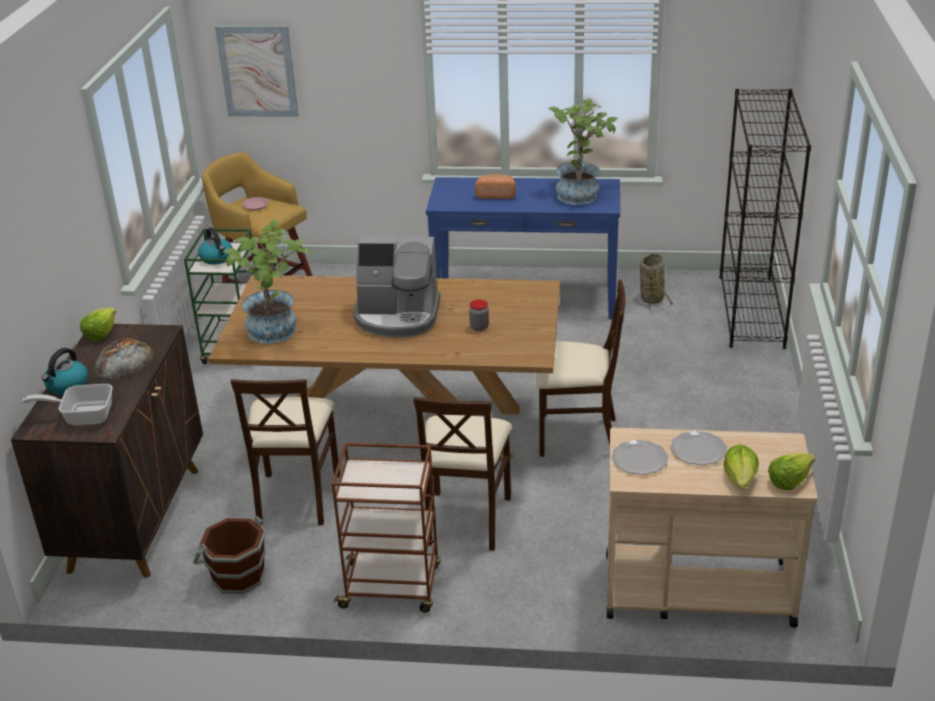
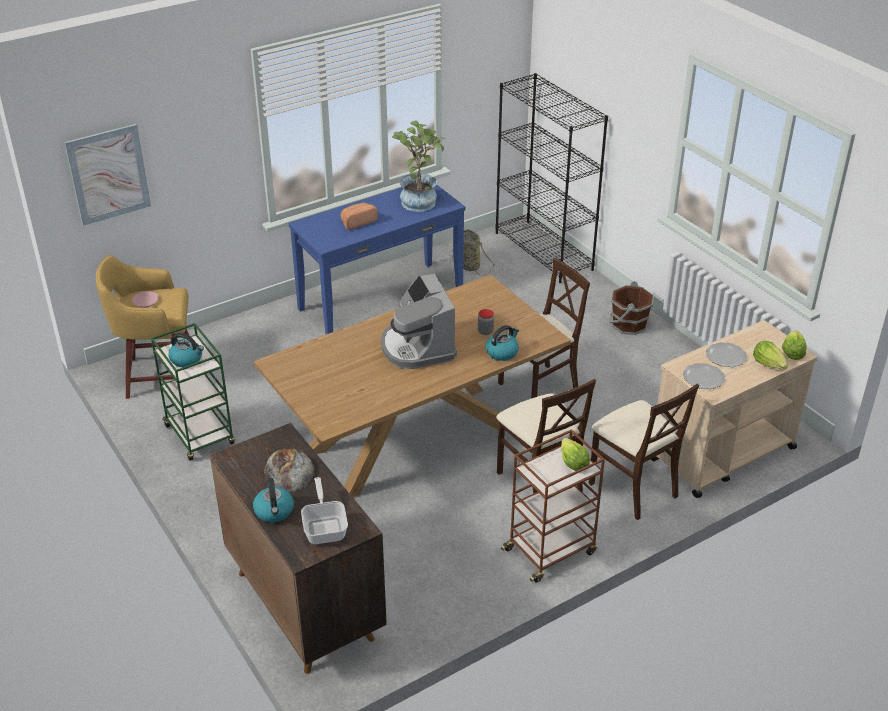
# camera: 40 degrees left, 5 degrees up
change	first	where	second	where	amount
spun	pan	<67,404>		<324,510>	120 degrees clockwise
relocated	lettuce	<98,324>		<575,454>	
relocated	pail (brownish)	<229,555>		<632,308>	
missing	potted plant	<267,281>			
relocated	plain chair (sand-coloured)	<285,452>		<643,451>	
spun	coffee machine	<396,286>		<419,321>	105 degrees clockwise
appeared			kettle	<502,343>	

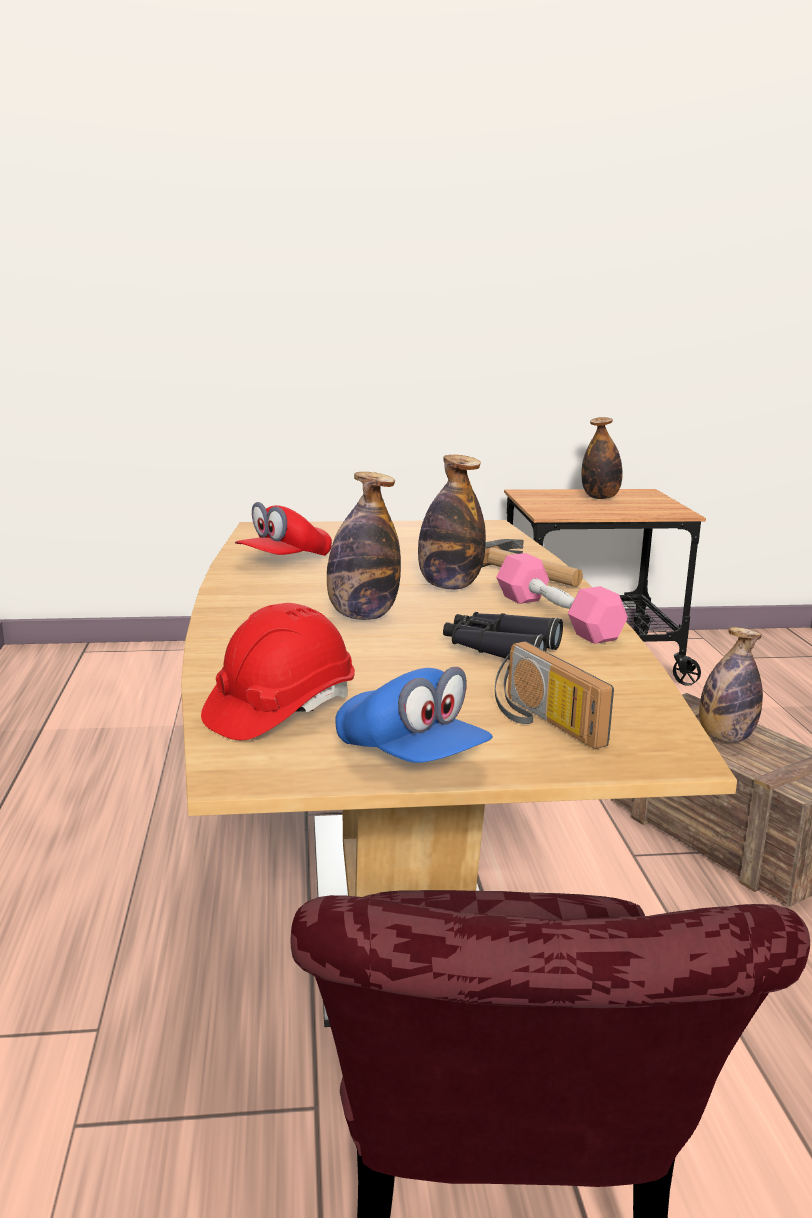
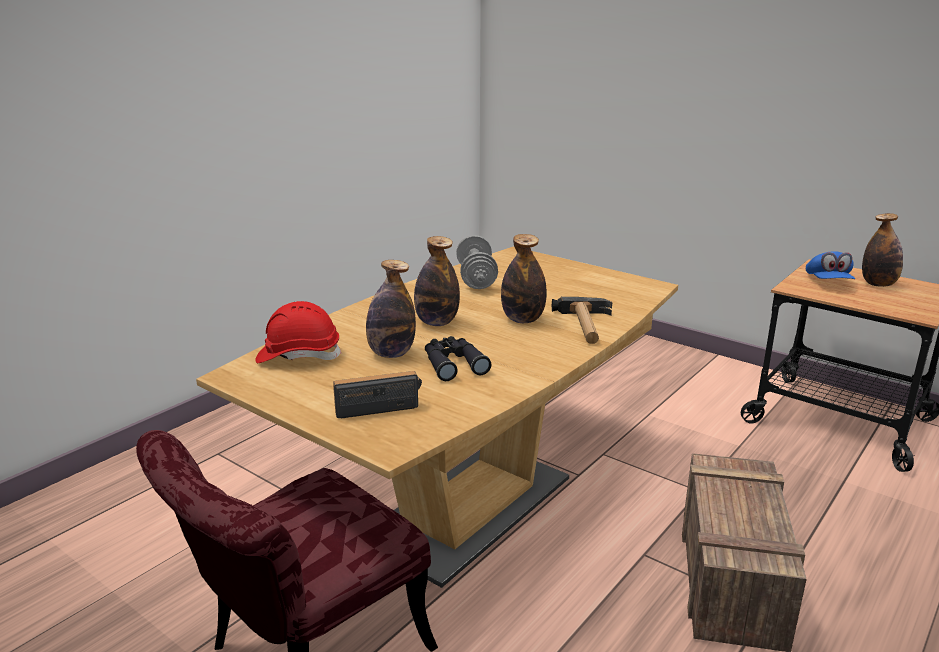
# camera: 45 degrees right, 5 degrees up
change	first	where	second	where	amount
exchanged	baseball cap (reddish)	<283,529>	free weight (greyish)	<477,262>	
relocated	baseball cap (blue)	<414,715>		<830,265>	
spun	radio set	<554,695>		<377,395>	60 degrees clockwise
missing	free weight (pinkish)	<562,598>			
relocated	drink bottle	<731,685>		<391,309>	

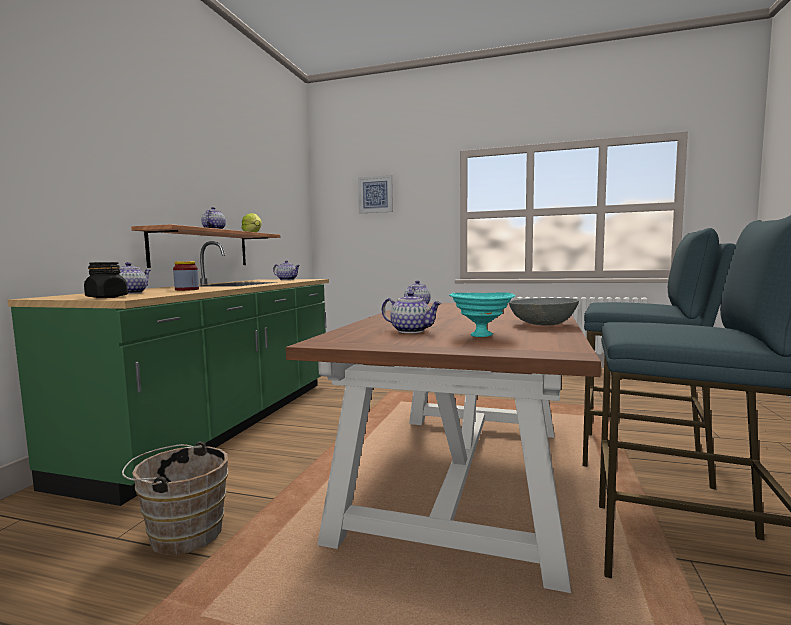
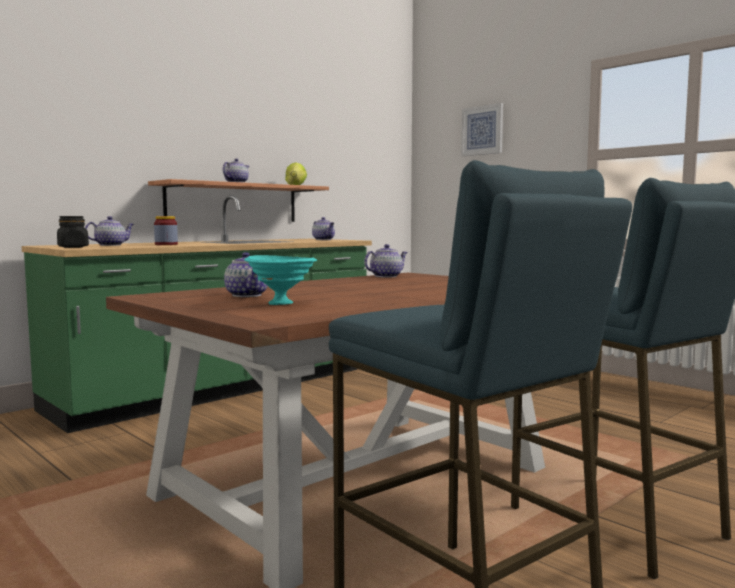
# camera: 30 degrees right, 0 degrees up
change	first	where	second	where	amount
missing	pail (brownish)	<175,498>			
missing	serving bowl (greyish)	<544,312>			

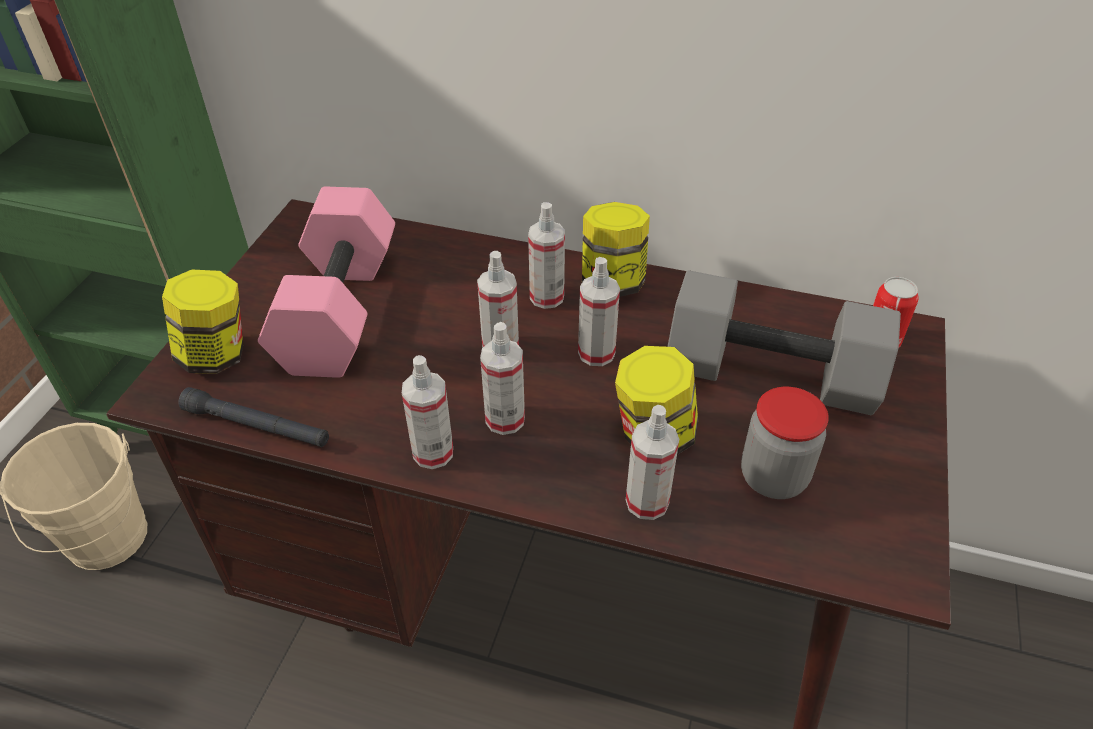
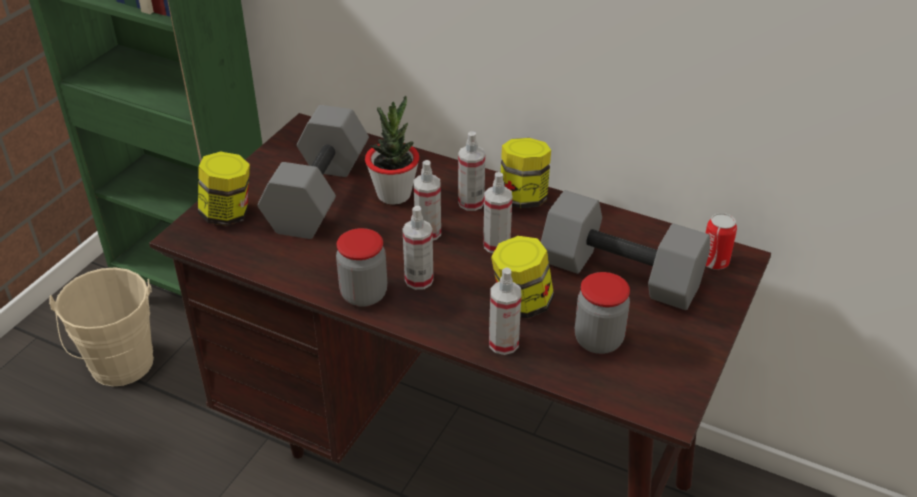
# camera: 10 degrees right, 5 degrees down
change	first	where	second	where	amount
missing	flashlight (black)	<253,417>			
colour	free weight (pinkish)	<326,282>	free weight (greyish)	<313,172>	
exchanged	spray bottle	<427,412>	jar	<361,267>	
appeared			potted plant	<392,150>	

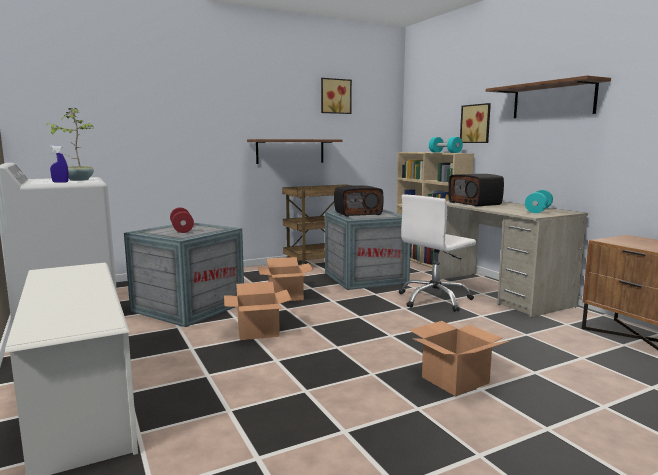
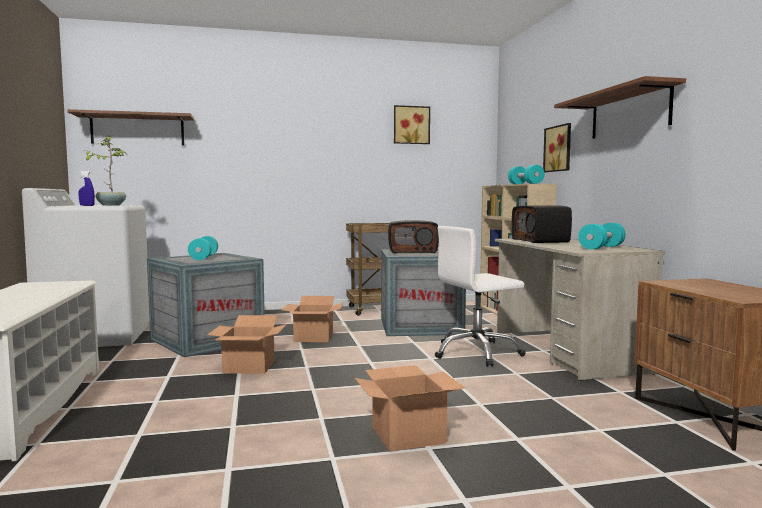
# camera: 15 degrees right, 5 degrees down
change	first	where	second	where	amount
colour	free weight (reddish)	<182,220>	free weight (turquoise-coloured)	<203,248>	
relocated	shelf	<294,151>		<130,127>	

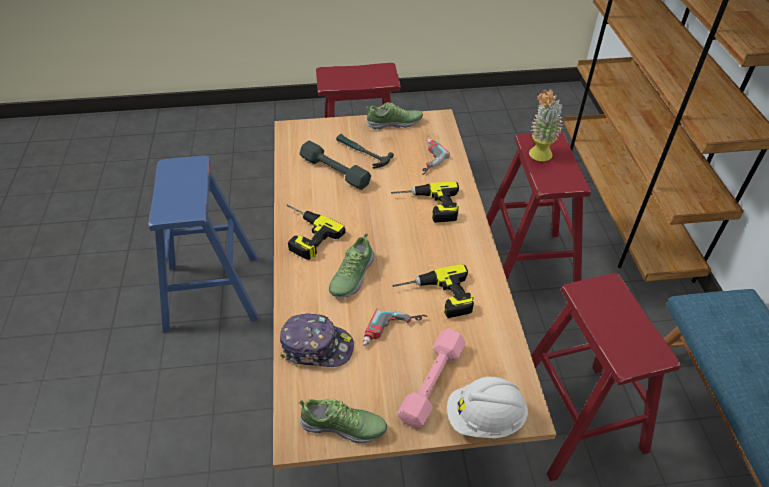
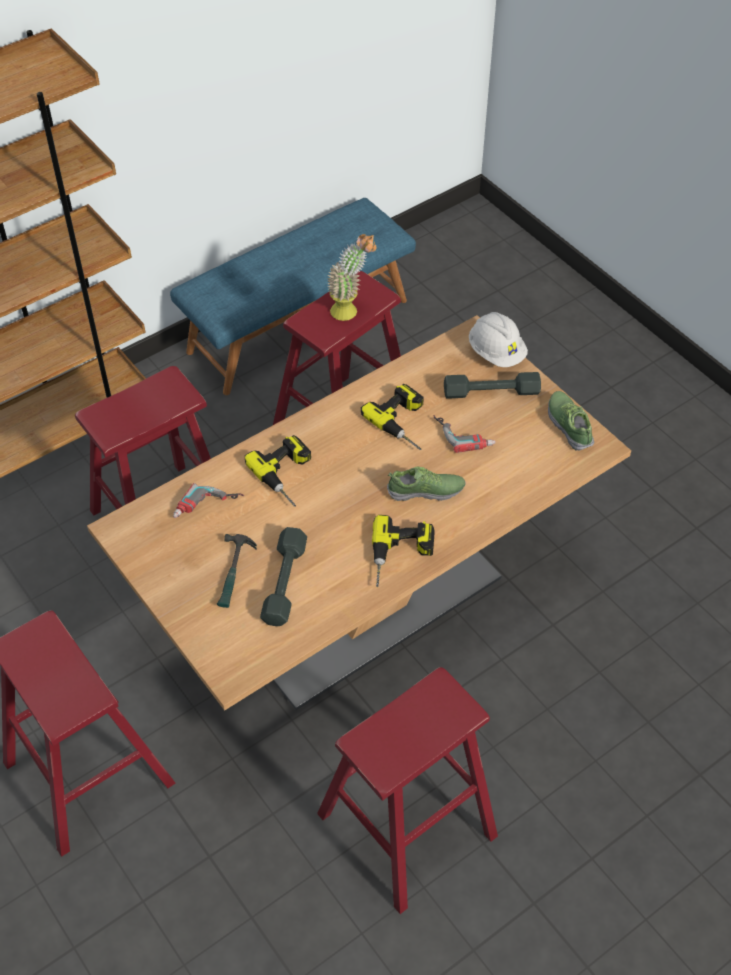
# camera: 120 degrees left, 5 degrees up
change	first	where	second	where	amount
colour	sitting stool (blue)	<203,244>	sitting stool (reddish)	<407,790>	
missing	baseball cap	<317,340>			
missing	item of footwear	<394,116>			
colour	free weight (pinkish)	<431,378>	free weight (greyish)	<492,385>	
relocated	potted plant	<546,125>		<351,277>	

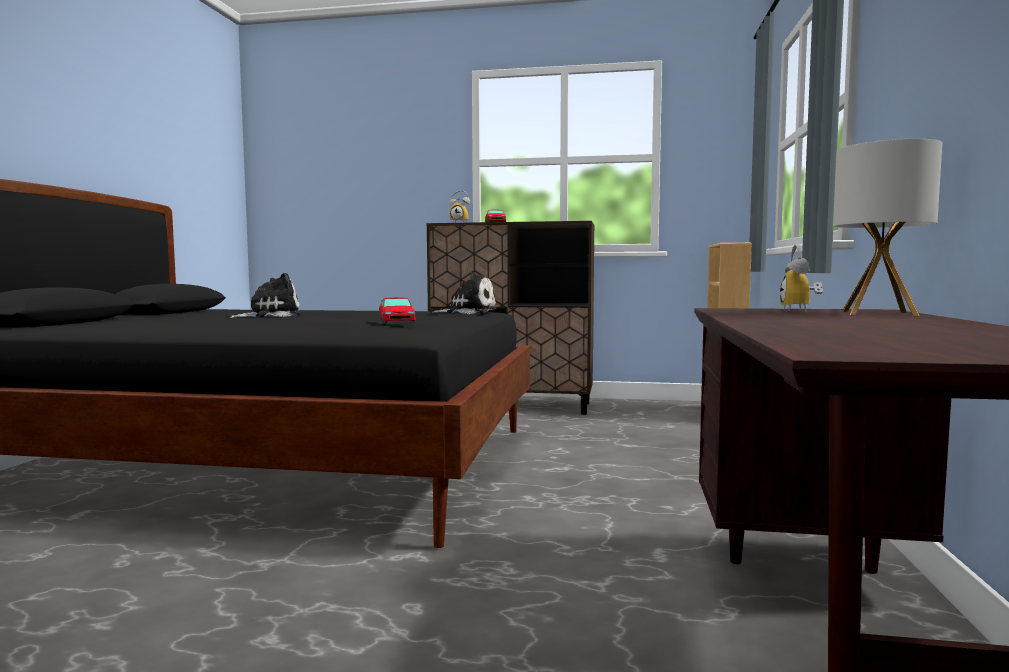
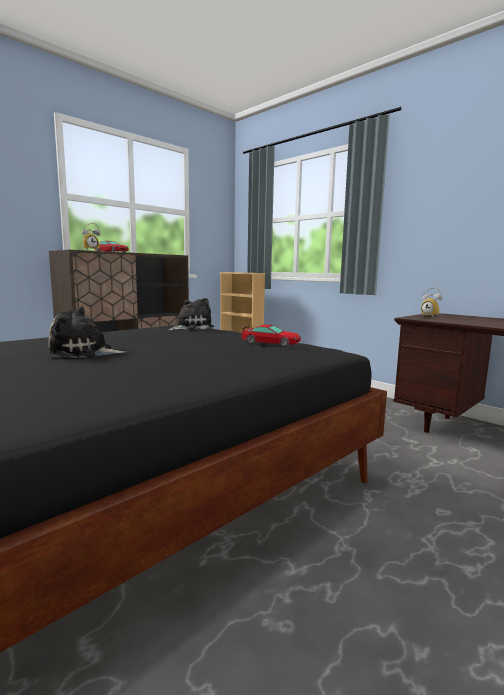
# camera: 55 degrees left, 5 degrees up
change	first	where	second	where	amount
spun	soft toy	<265,295>		<86,332>	90 degrees counterclockwise
missing	lamp for a table	<887,227>			

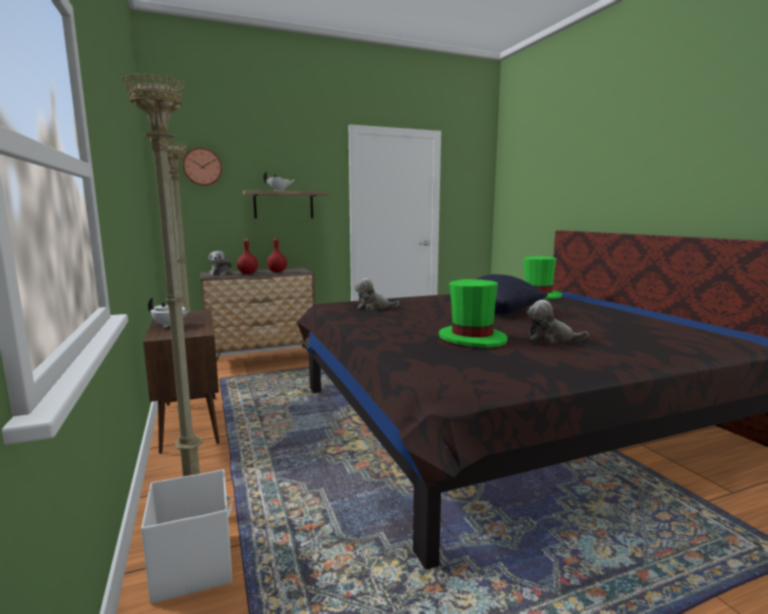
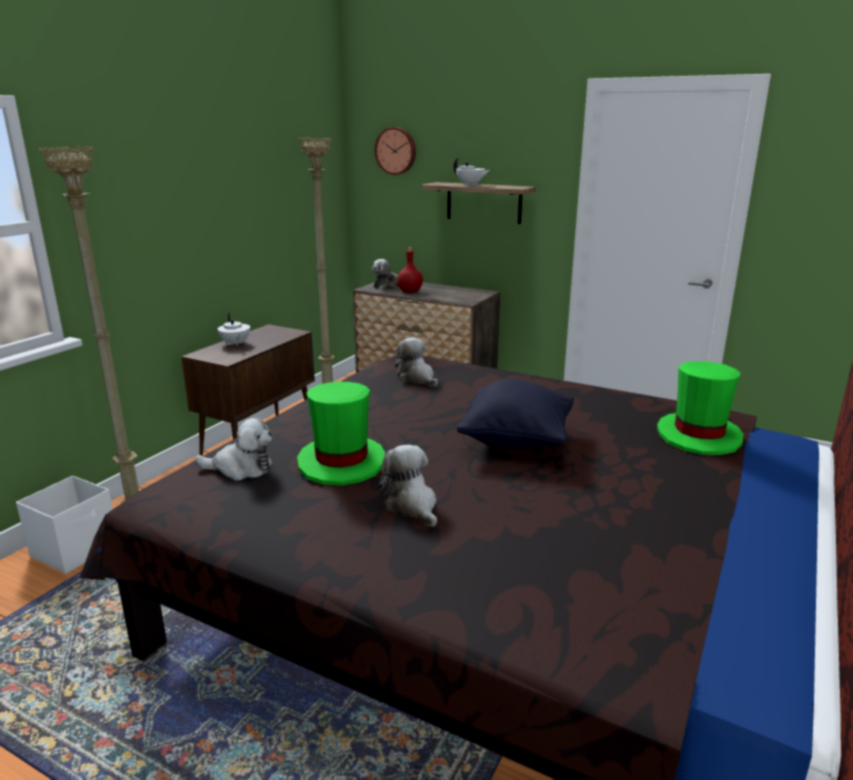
# camera: 50 degrees right, 10 degrees up
change	first	where	second	where	amount
missing	drink bottle (reddish)	<277,254>			
appeared			soft toy	<233,449>	

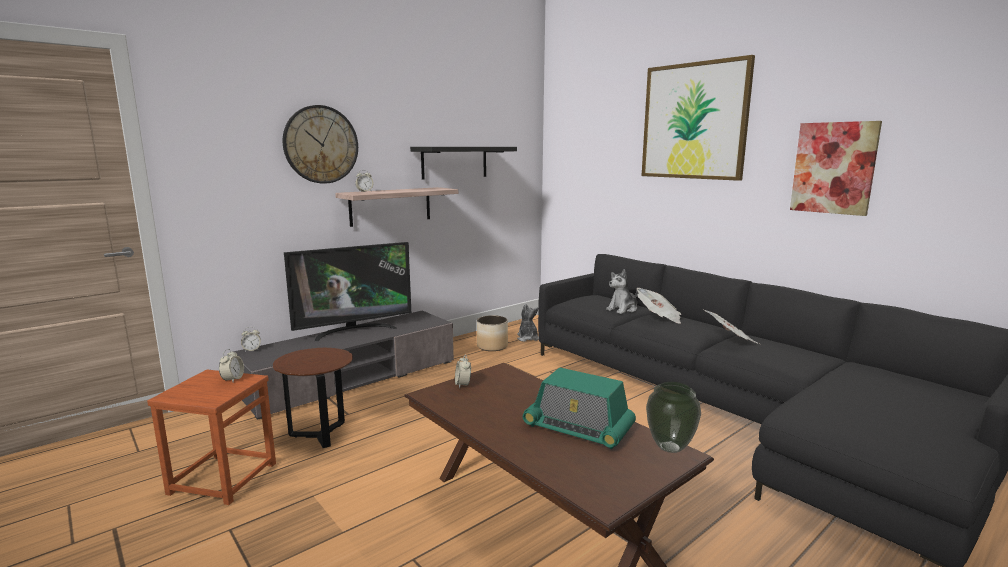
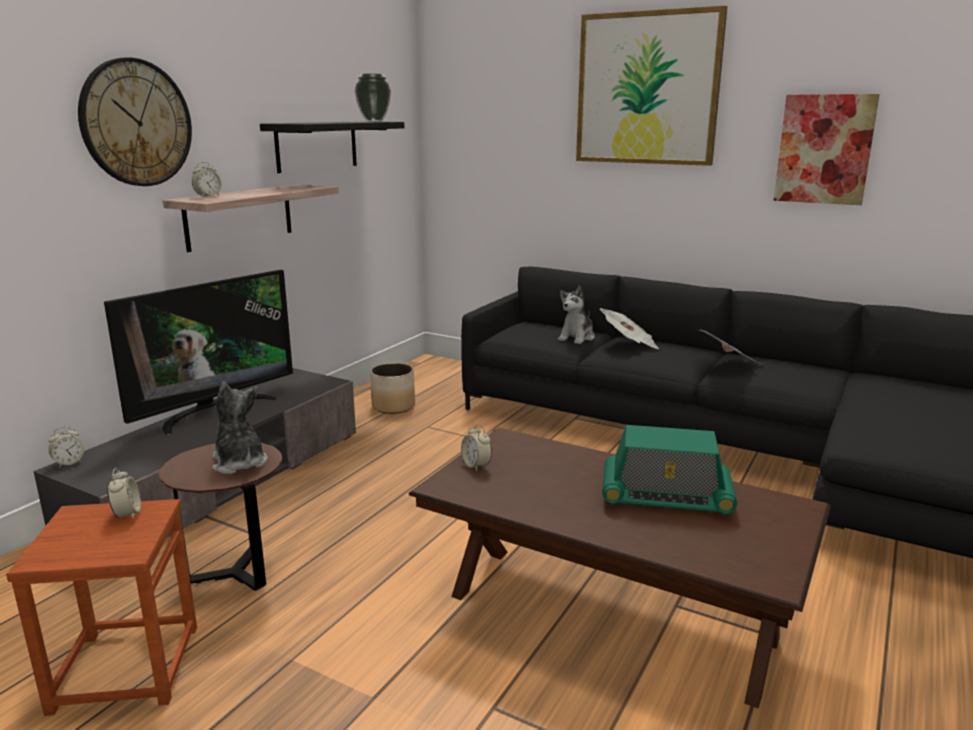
# camera: 20 degrees left, 5 degrees up
change	first	where	second	where	amount
relocated	soft toy	<528,322>		<240,428>	
relocated	flower vase	<673,417>		<373,98>	

